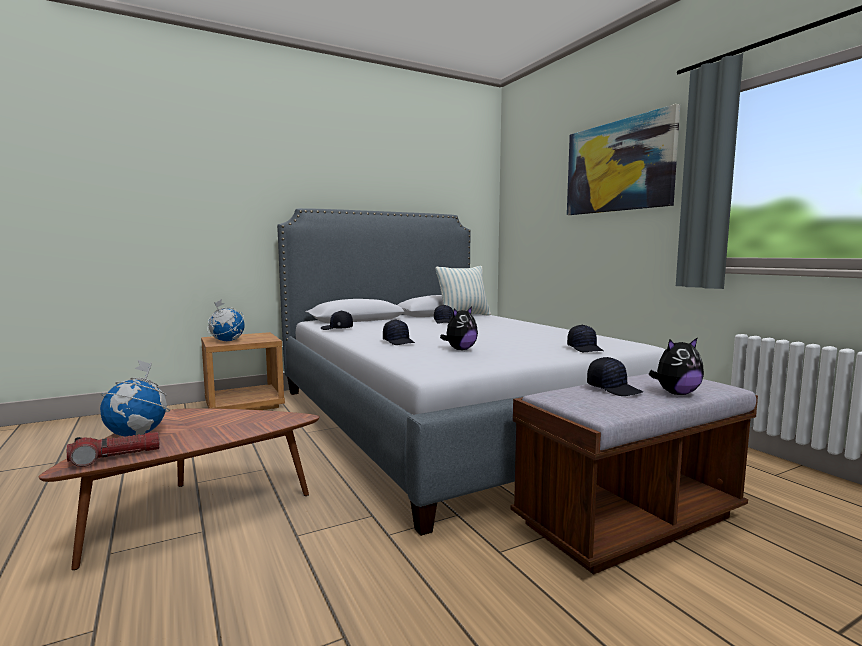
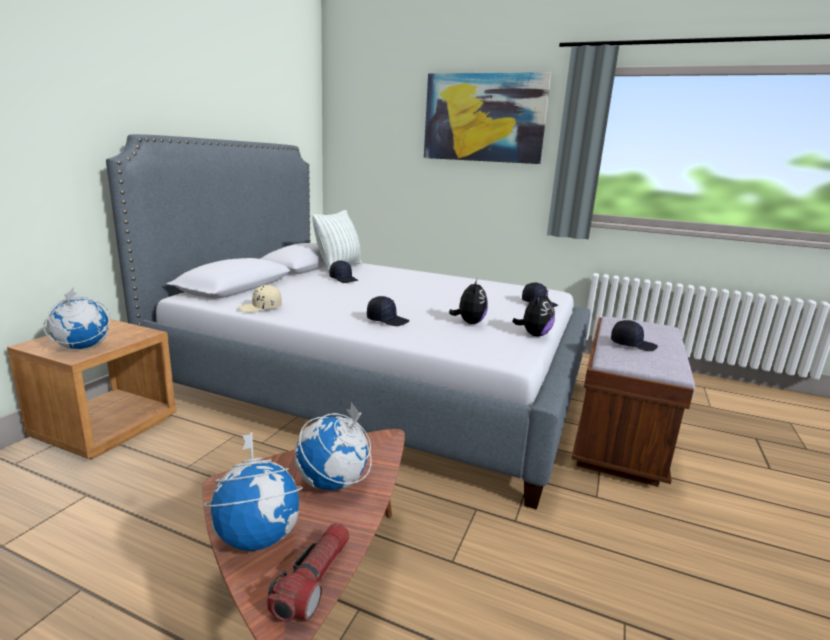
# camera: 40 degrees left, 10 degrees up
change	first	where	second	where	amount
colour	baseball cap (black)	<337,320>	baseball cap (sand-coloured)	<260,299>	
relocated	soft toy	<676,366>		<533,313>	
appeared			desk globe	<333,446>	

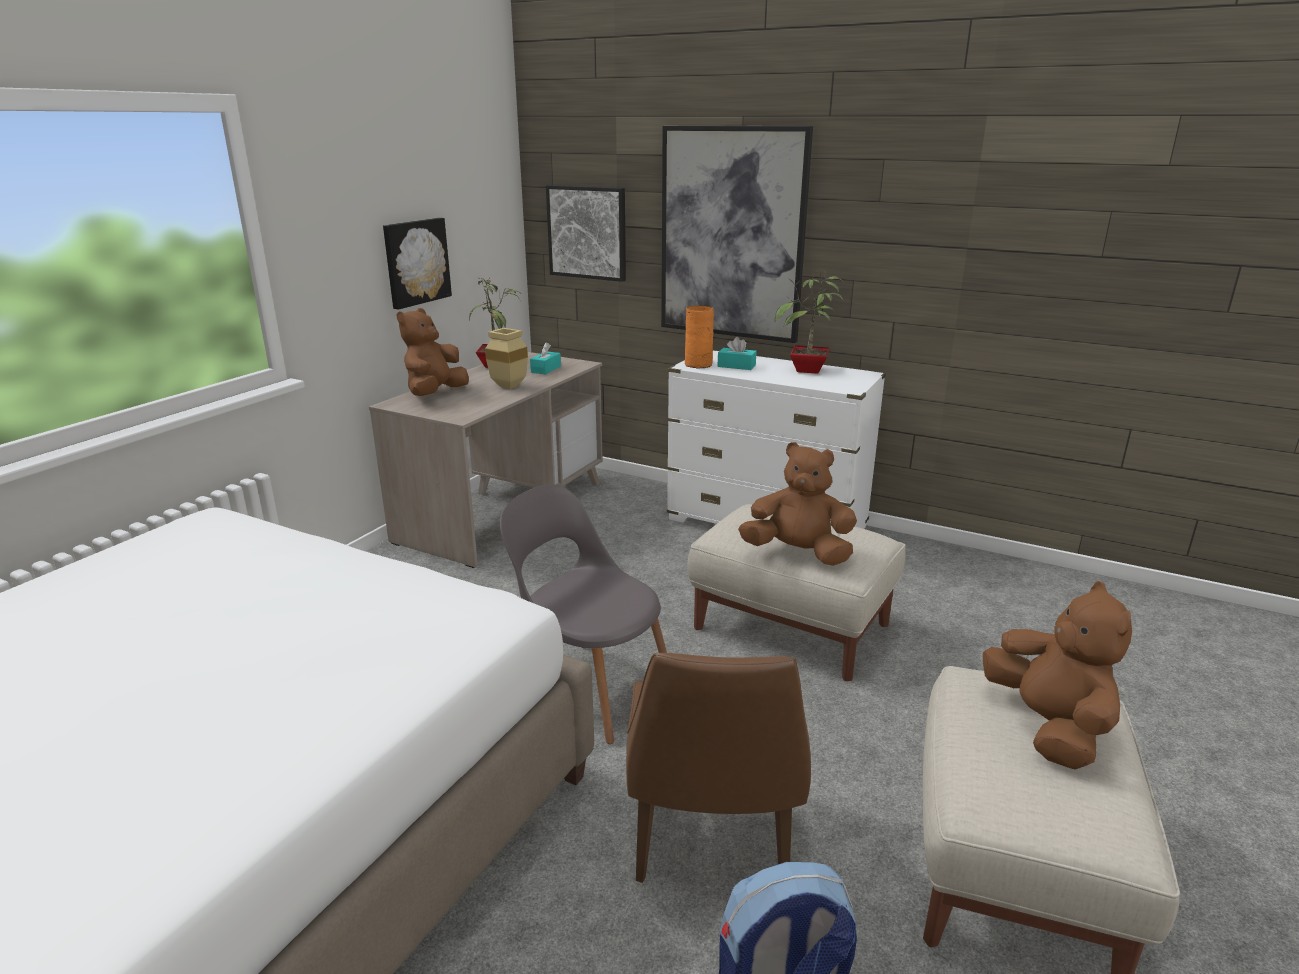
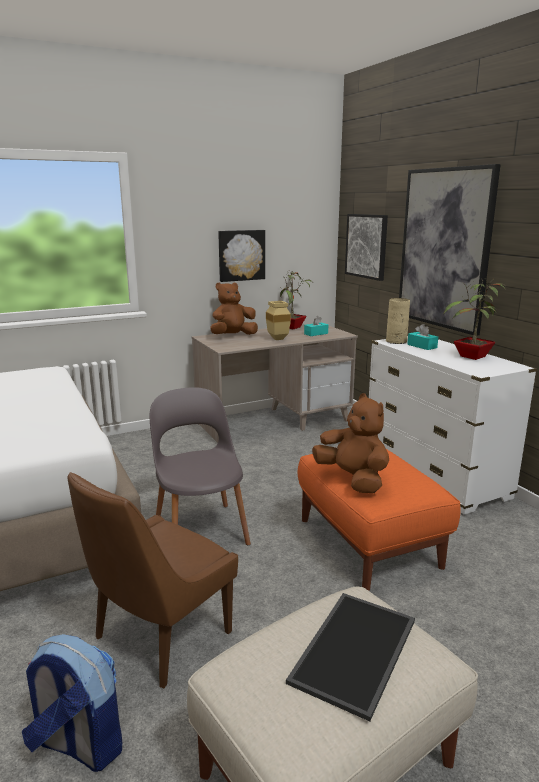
# camera: 35 degrees right, 5 degrees down
change	first	where	second	where	amount
colour	flower vase (orange)	<699,337>	flower vase (sand-coloured)	<398,321>	
colour	ottoman (sand-coloured)	<796,592>	ottoman (orange)	<379,520>	
exchanged	soft toy (brownish)	<1057,675>	tray	<350,657>	

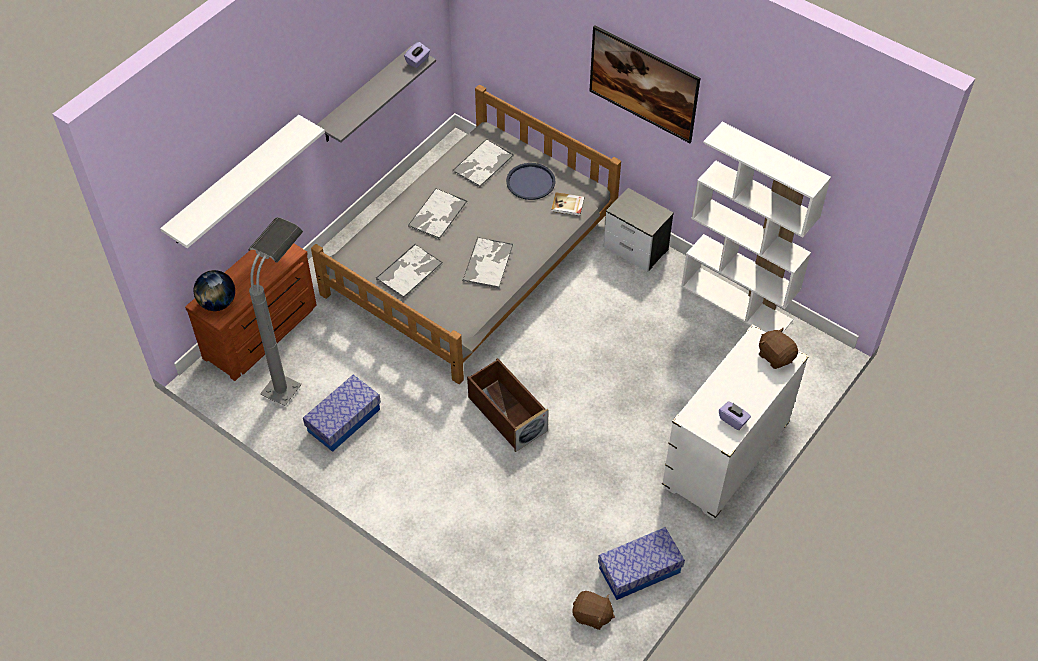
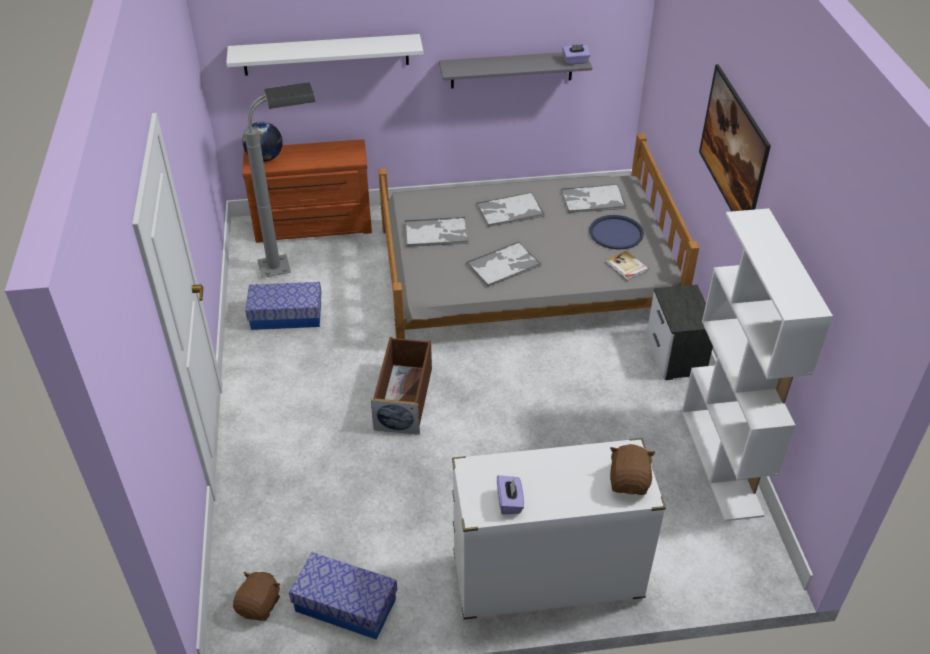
# camera: 45 degrees right, 10 degrees down
change	first	where	second	where	amount
spun	soft toy (brownish)	<593,610>		<256,596>	135 degrees counterclockwise

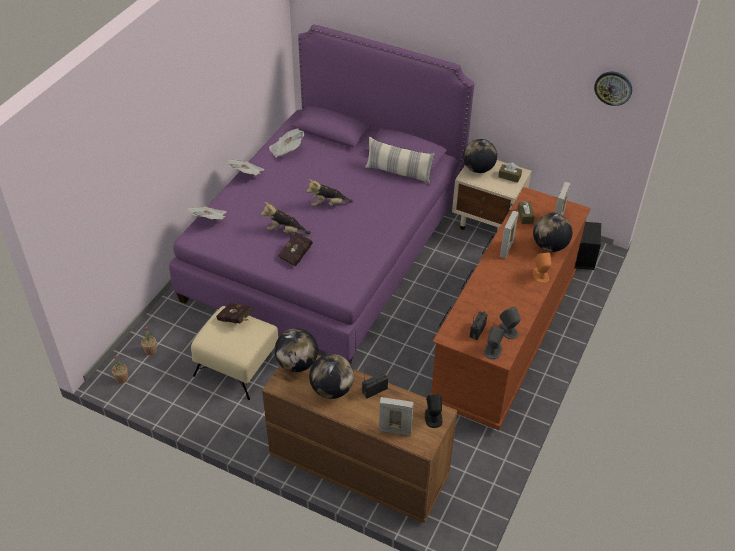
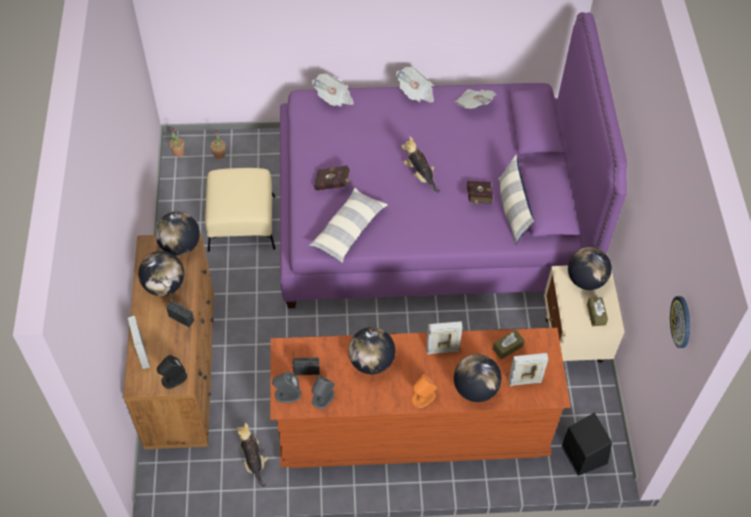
# camera: 60 degrees right, 10 degrees up
change	first	where	second	where	amount
relocated	bound book (reddish)	<234,313>		<480,192>	
relocated	soft toy	<286,218>		<252,455>	
appeared			throw pillow	<348,225>	
appeared			desk globe	<371,351>	

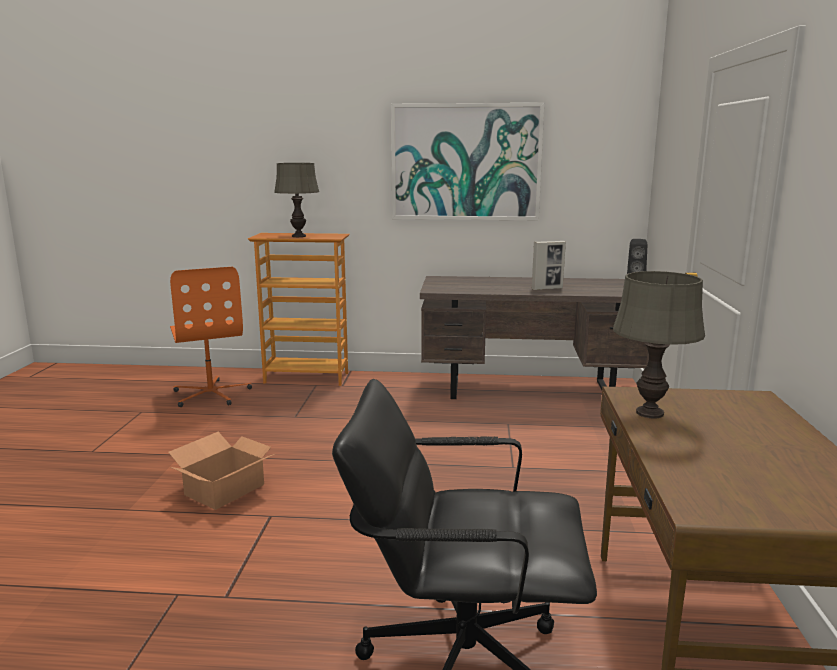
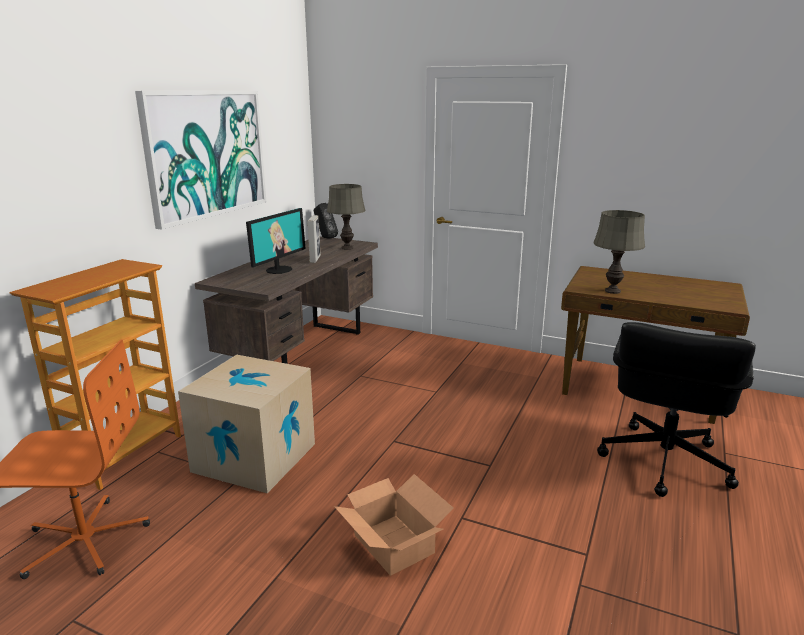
# camera: 70 degrees left, 5 degrees up
change	first	where	second	where	amount
relocated	lamp for a table (greyish)	<296,200>		<346,217>	
appeared			packing box	<246,424>	
appeared			computer display	<276,241>	

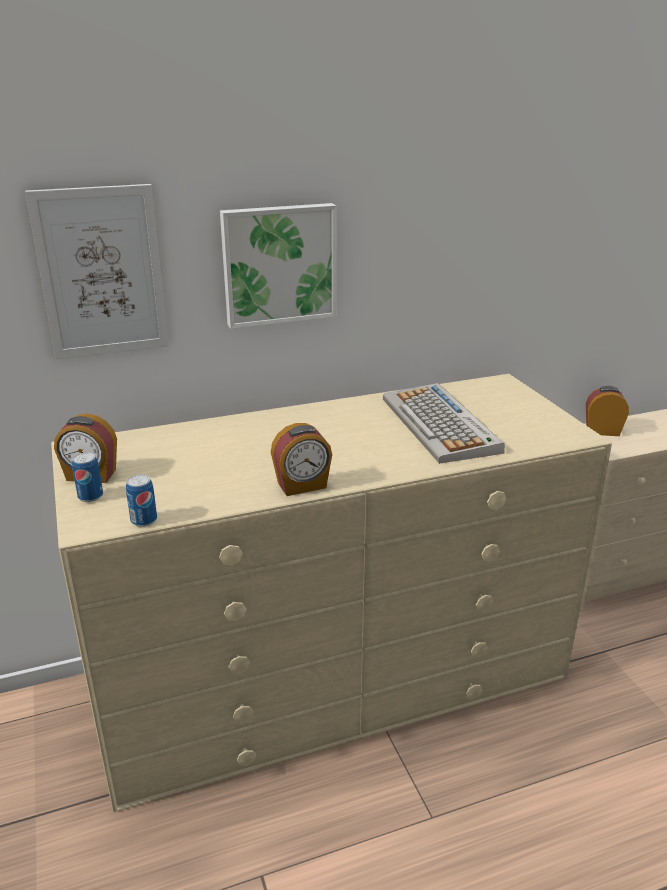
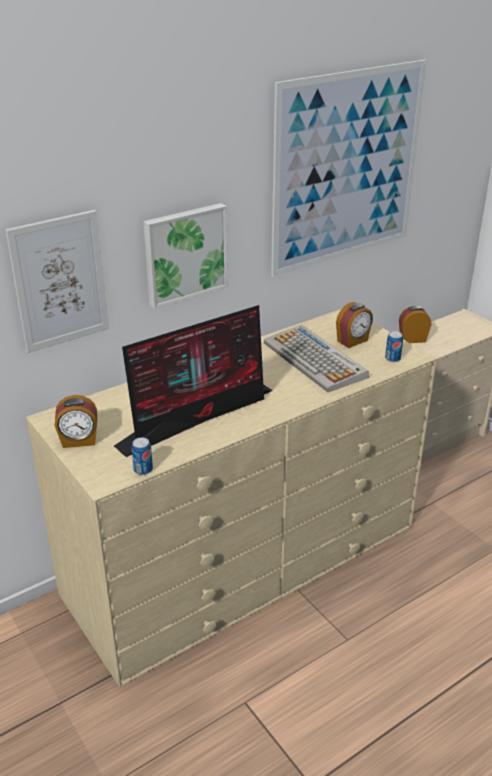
# camera: 15 degrees left, 5 degrees up
change	first	where	second	where	amount
relocated	can	<87,477>		<394,346>	
relocated	bedside clock	<301,459>		<354,325>	
appeared			computer display	<193,381>	
appeared			picture	<349,168>	

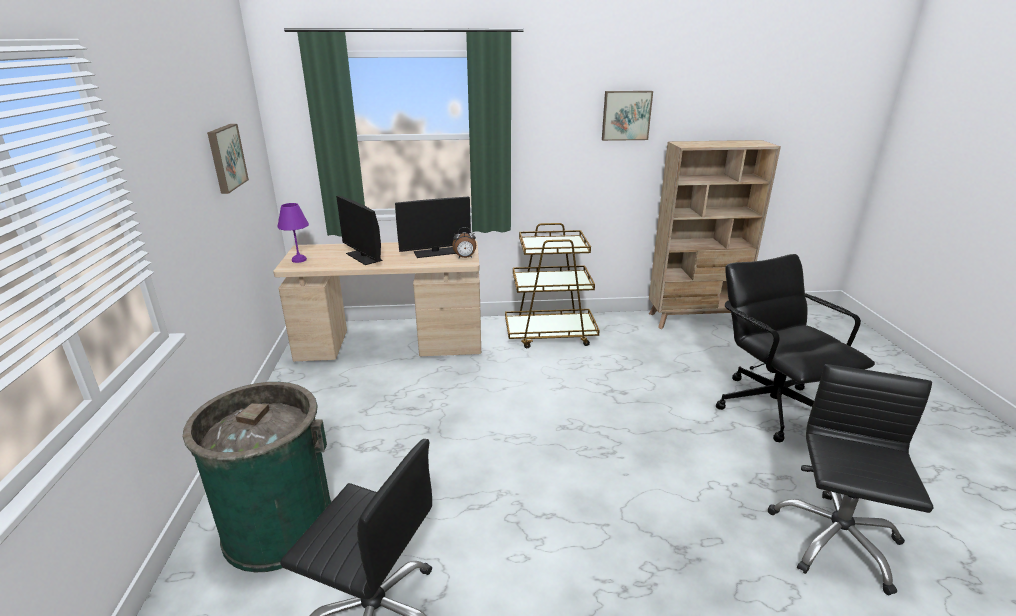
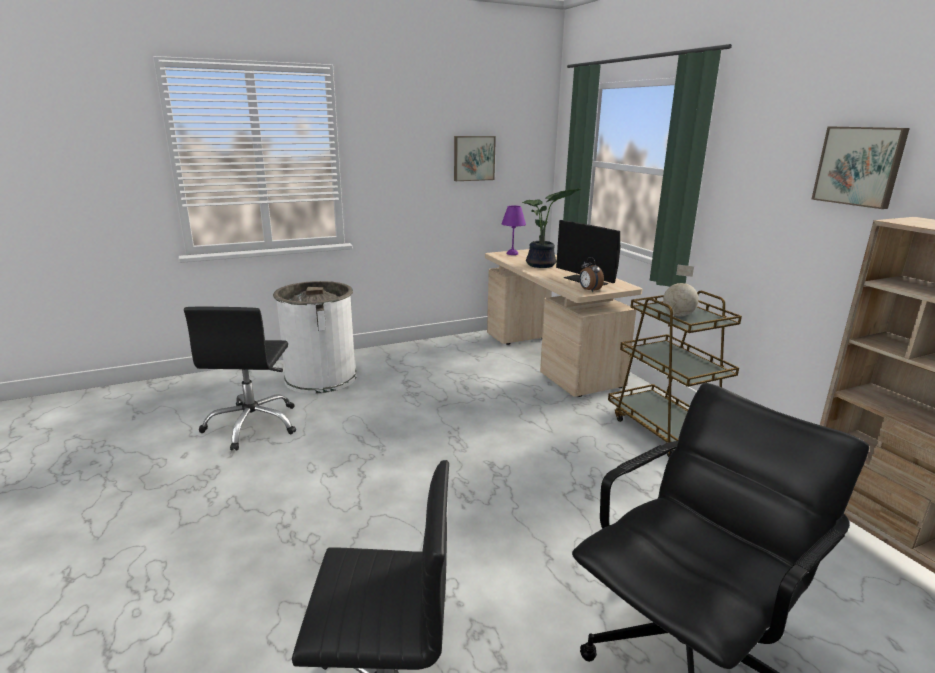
# camera: 70 degrees right, 5 degrees down
change	first	where	second	where	amount
colour	waste bin (greenish)	<257,477>	waste bin (whitish)	<315,337>	
exchanged	computer display	<359,230>	potted plant	<552,228>	
appeared			desk globe	<681,290>	

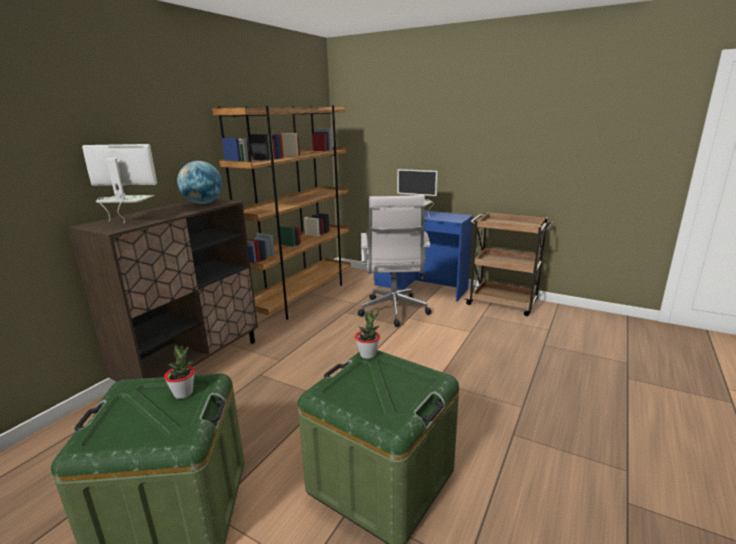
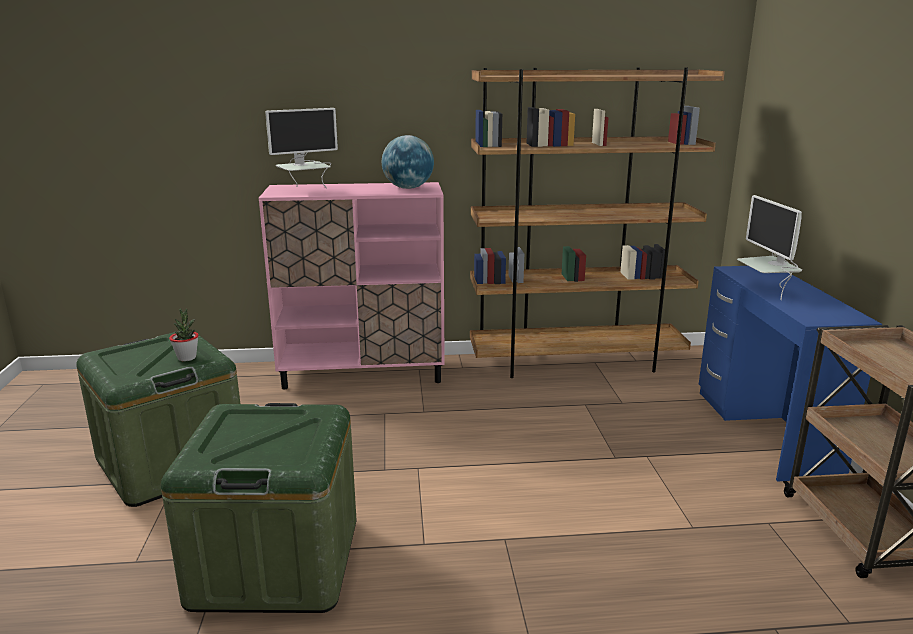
# camera: 55 degrees right, 0 degrees up
change	first	where	second	where	amount
colour	storage cabinet (brownish)	<163,290>	storage cabinet (pinkish)	<352,286>	
spun	computer display	<119,184>		<301,148>	90 degrees clockwise
missing	potted plant	<367,335>			
missing	office chair (whitish)	<395,261>			

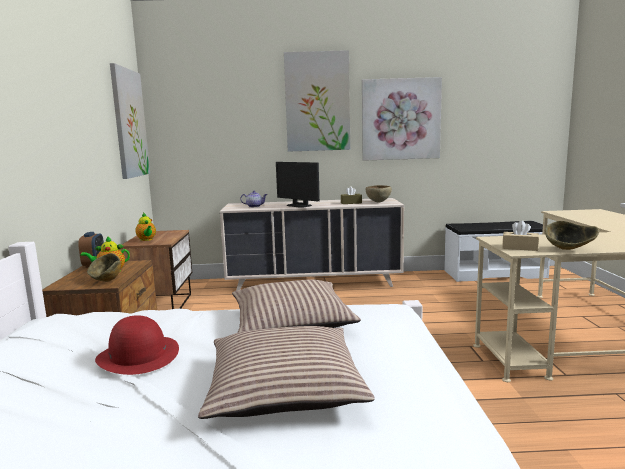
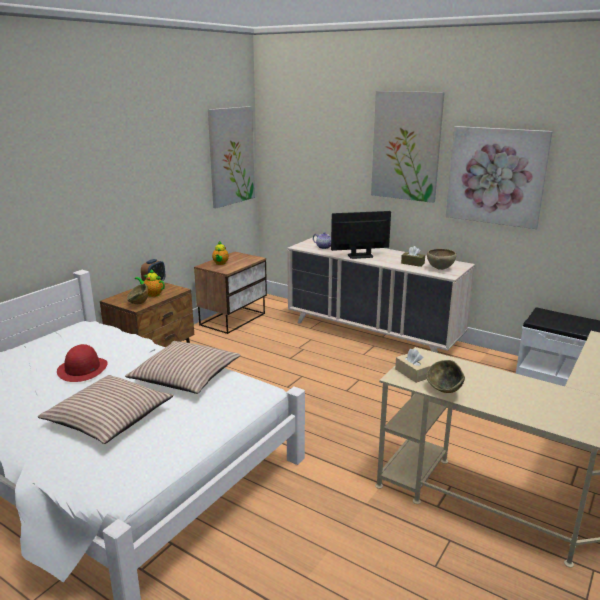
# camera: 35 degrees right, 10 degrees up
change	first	where	second	where	amount
spun	computer display	<298,185>		<361,235>	90 degrees clockwise

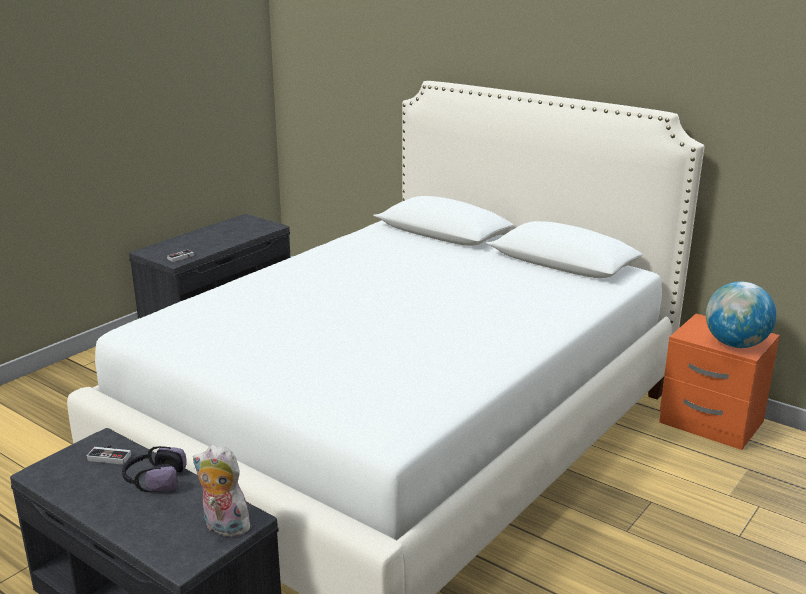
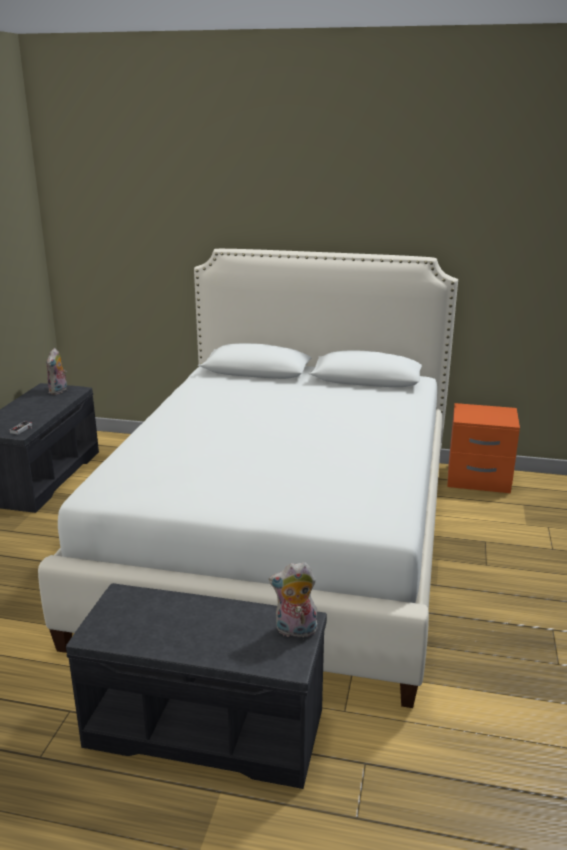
# camera: 25 degrees left, 0 degrees up
change	first	where	second	where	amount
missing	gamepad	<108,455>			
missing	headset	<154,469>			
missing	desk globe	<741,315>			
appeared			soft toy	<56,371>	

